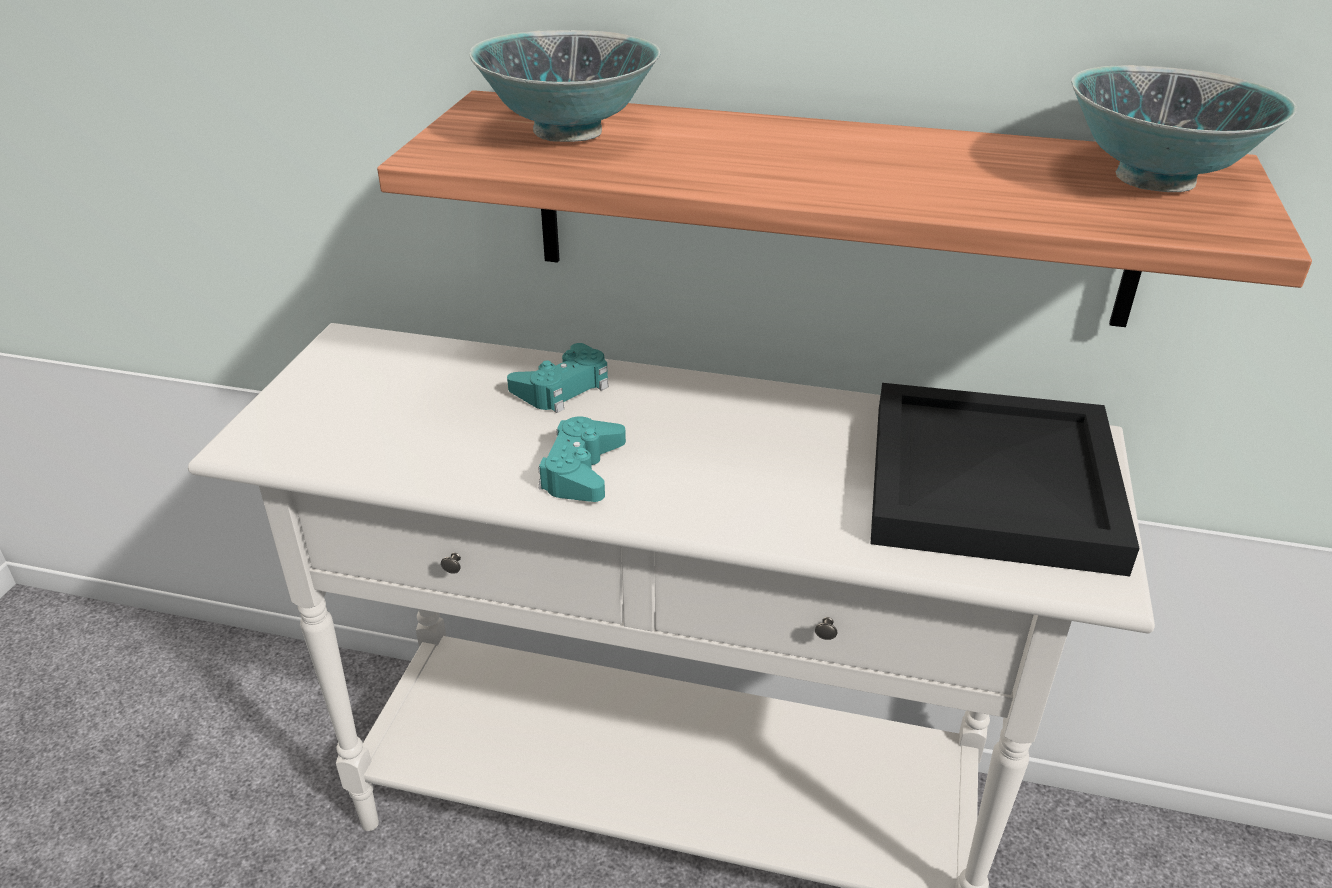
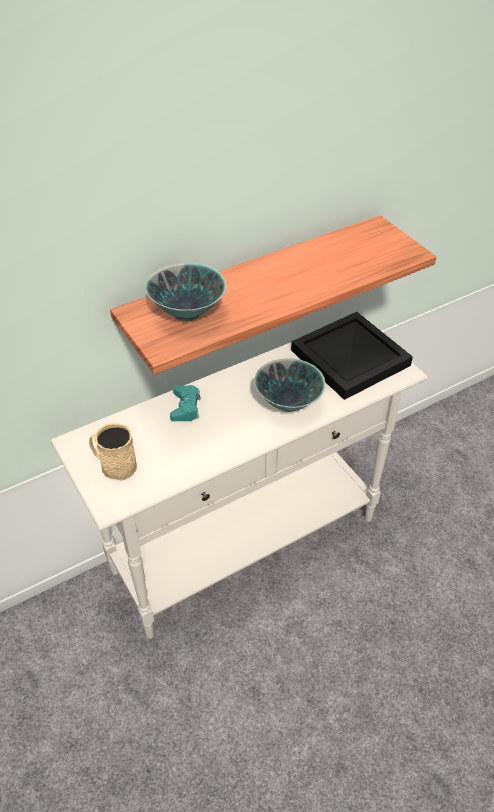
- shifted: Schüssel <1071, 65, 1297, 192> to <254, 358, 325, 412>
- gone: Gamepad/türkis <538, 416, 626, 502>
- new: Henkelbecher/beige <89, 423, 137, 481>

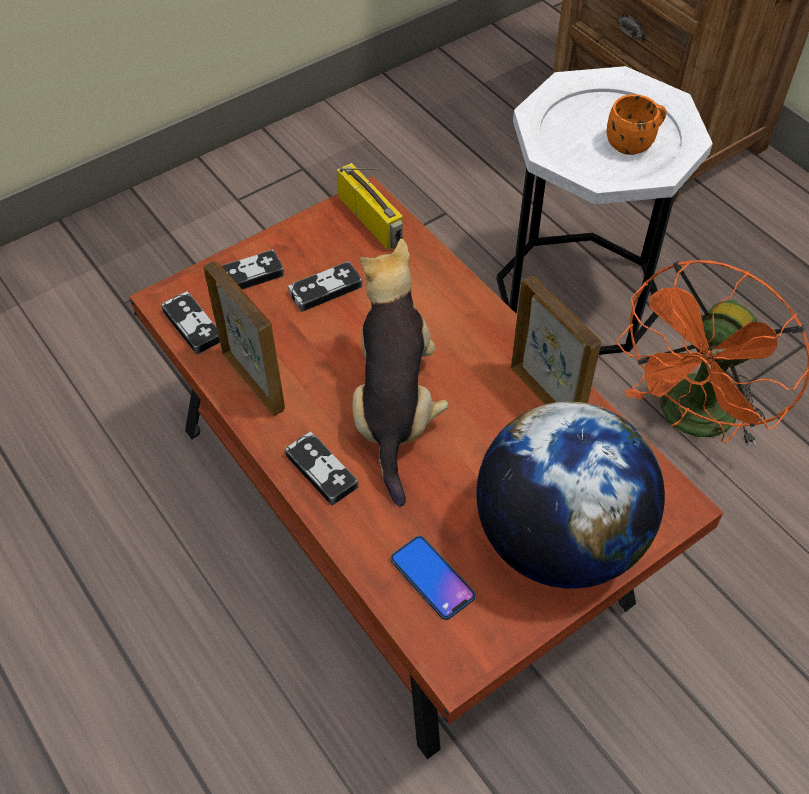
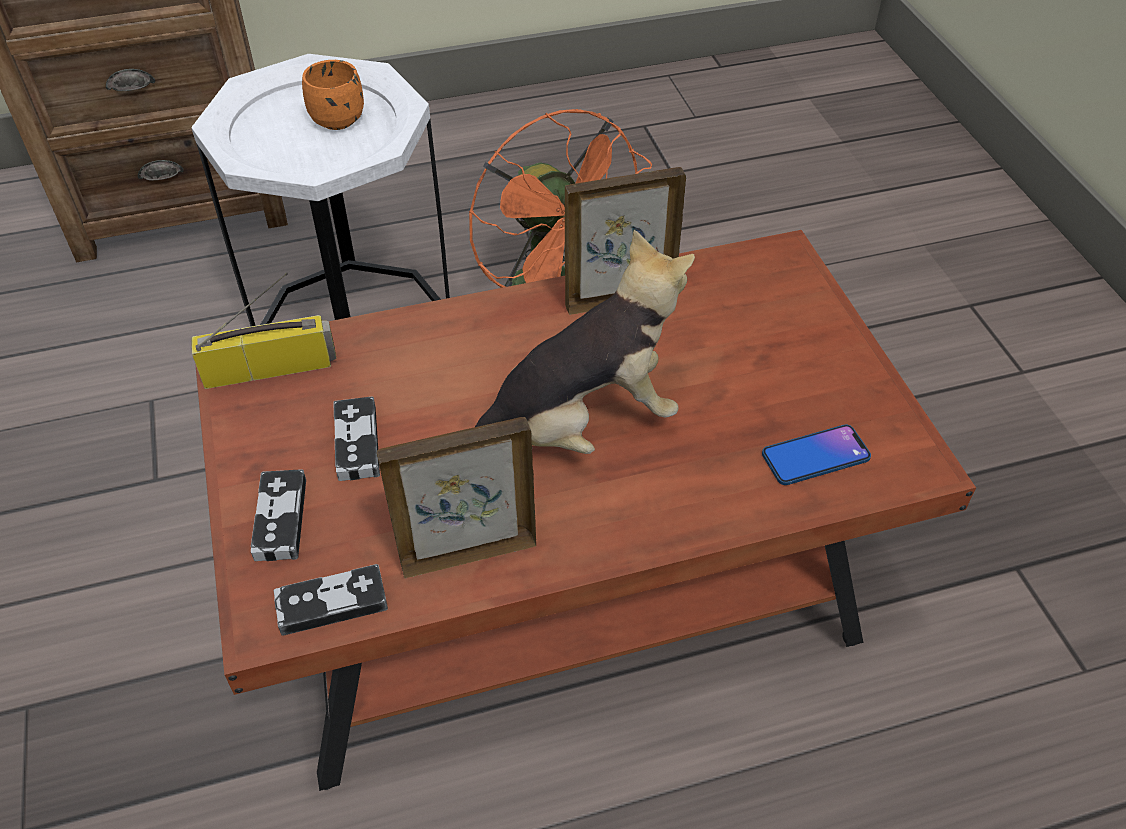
- rotated: Plüschtier <352, 239, 449, 506> = <475, 230, 695, 454> 135 degrees clockwise
- gone: Globus <476, 401, 665, 589>
- gone: Gamepad <284, 432, 358, 506>

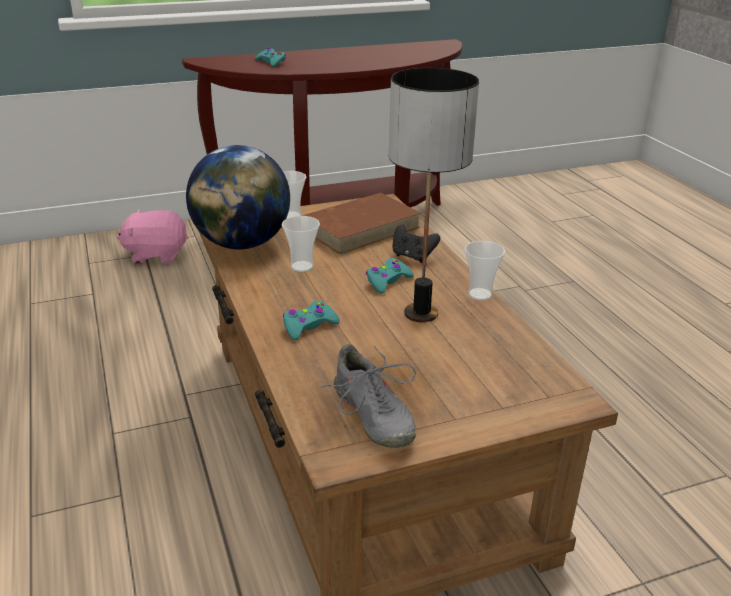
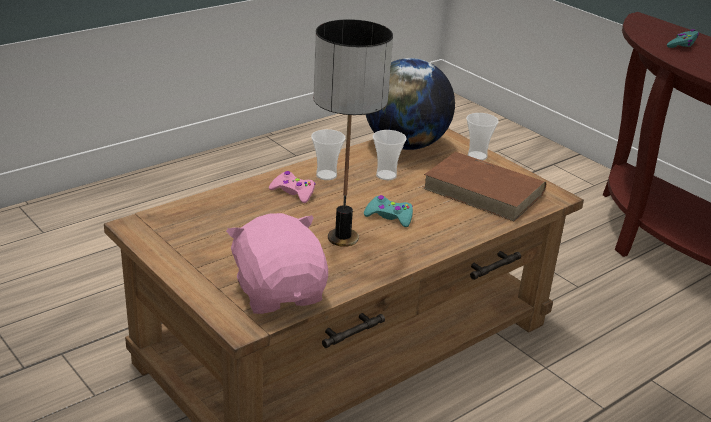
- shifted: Plüschtier/rosa <116, 209, 188, 264> to <226, 213, 328, 314>
- gone: Gamepad/schwarz <392, 224, 440, 263>
- shifted: Tasse <465, 241, 505, 301> to <311, 129, 345, 180>
- repainted: Gamepad/türkis <283, 301, 340, 340> to Gamepad/rosa <269, 171, 316, 203>
- gone: Schuh/grau <320, 344, 416, 448>

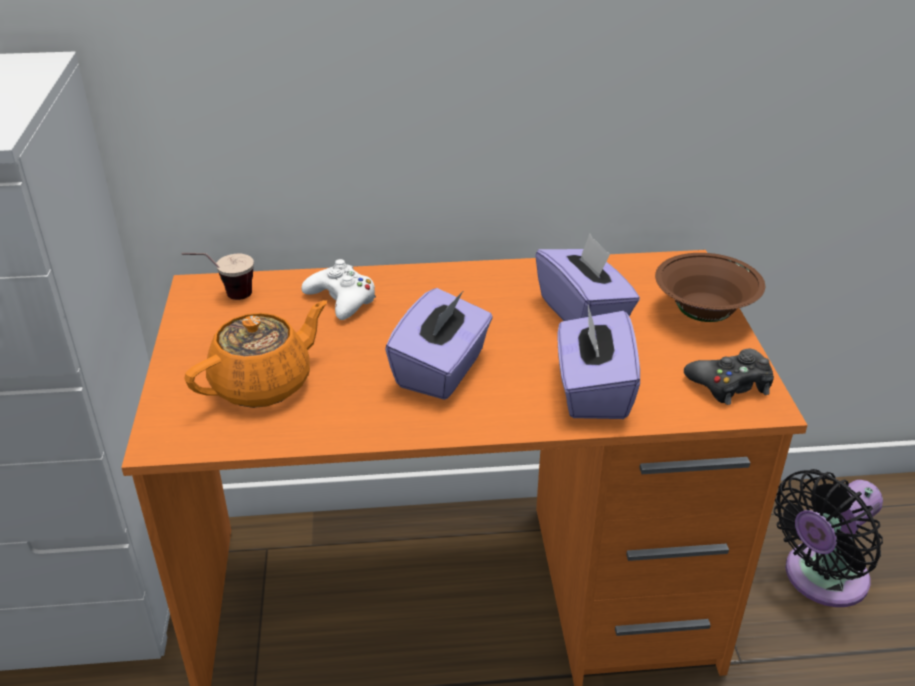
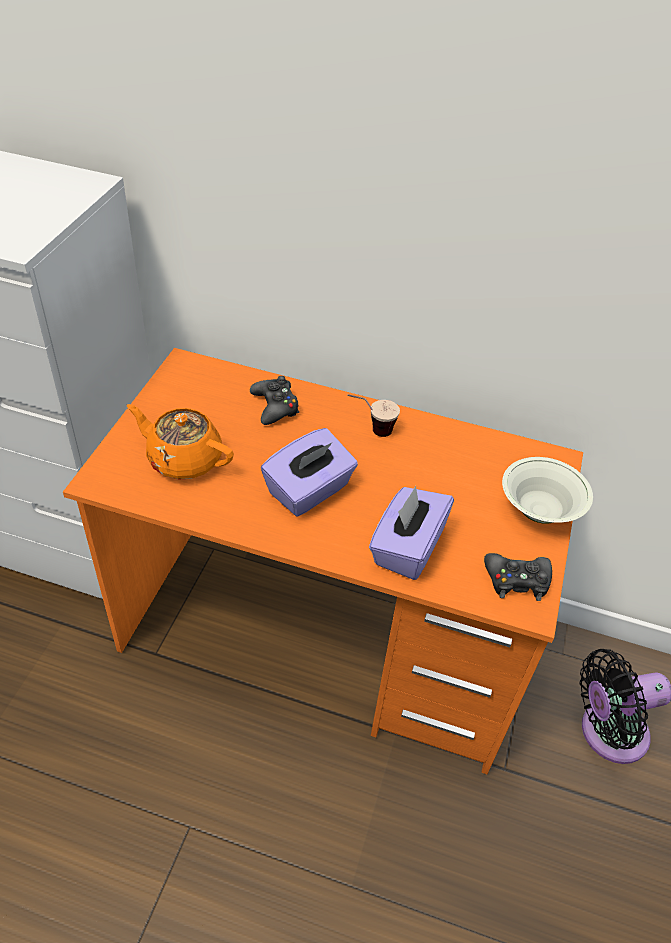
- gone: Taschentuchbox/lila <535, 233, 640, 321>
- shifted: Tasse <182, 253, 254, 300> to <347, 394, 400, 437>
- repainted: Schüssel/braun <655, 253, 765, 322> to Schüssel/weiß <502, 457, 593, 524>
- repainted: Gamepad/weiß <302, 259, 376, 320> to Gamepad/schwarz <250, 376, 299, 425>
- rotated: Teekanne/orange <184, 300, 327, 408> = <127, 404, 234, 479> 135 degrees counterclockwise

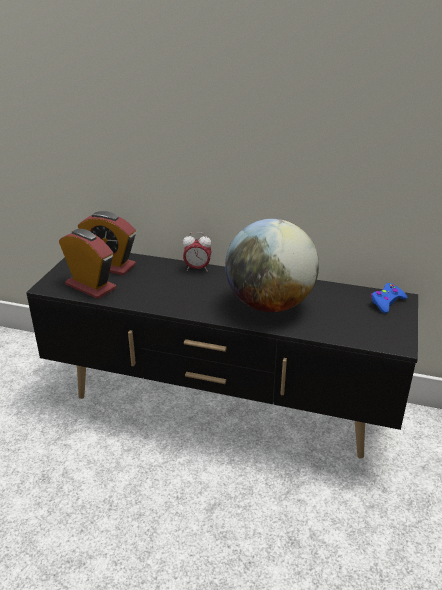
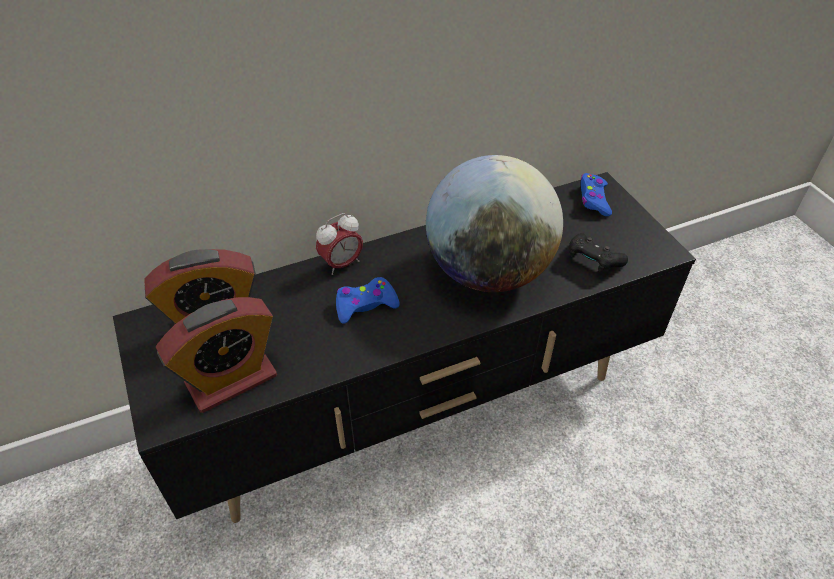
- rotated: Wecker <59, 229, 116, 299> = <156, 297, 277, 413> 150 degrees clockwise
- new: Gamepad/schwarz <569, 233, 628, 272>
- new: Gamepad/blau <336, 277, 400, 324>

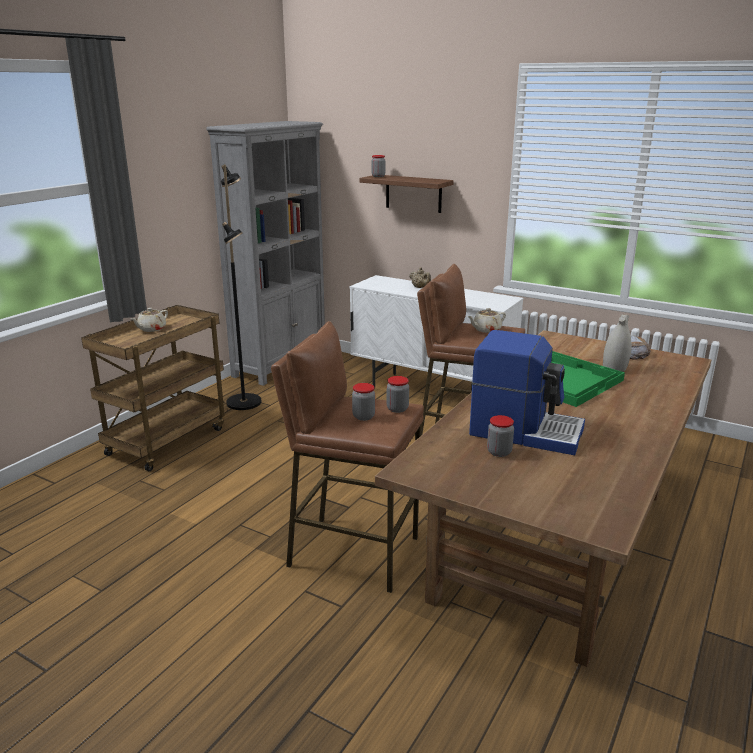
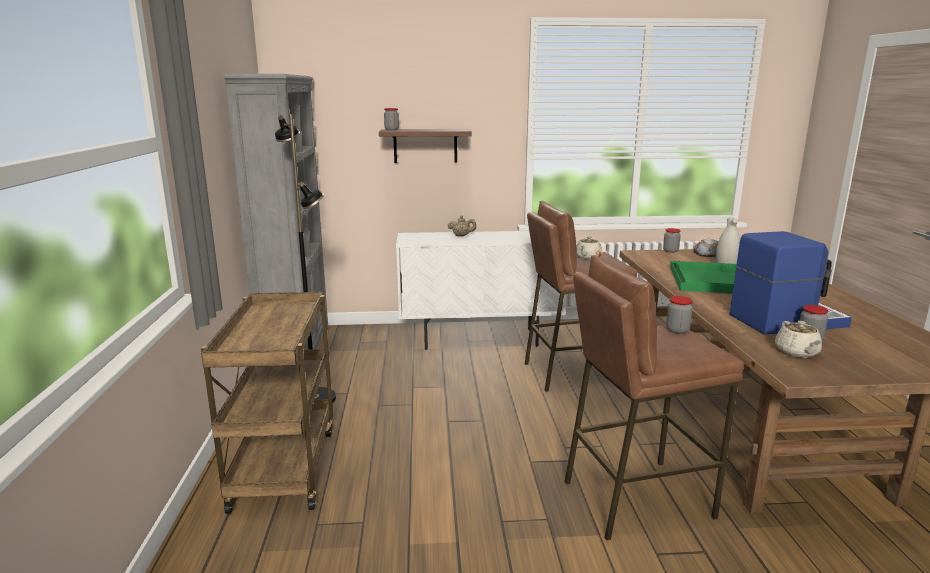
- shifted: Teekanne/beige <131, 308, 168, 332> to <775, 321, 822, 358>
- shifted: Vorratsglas <352, 383, 375, 421> to <663, 228, 681, 253>

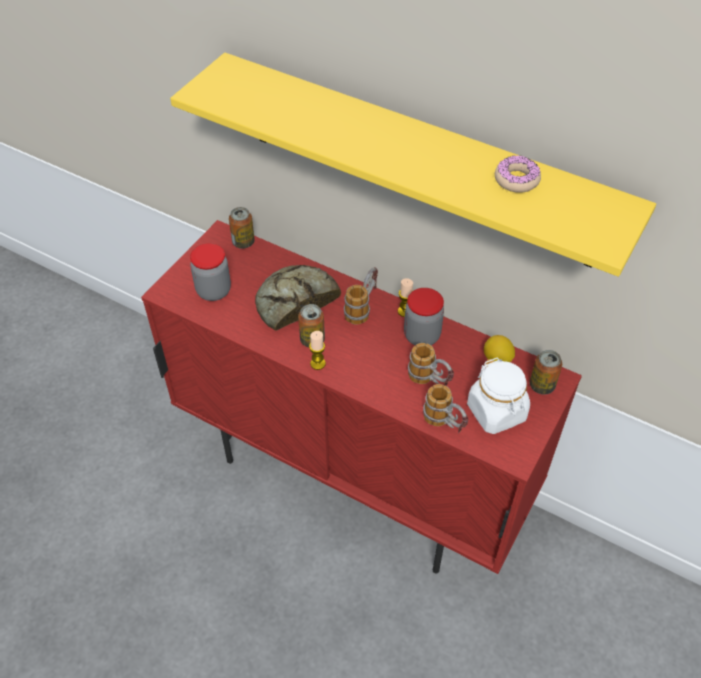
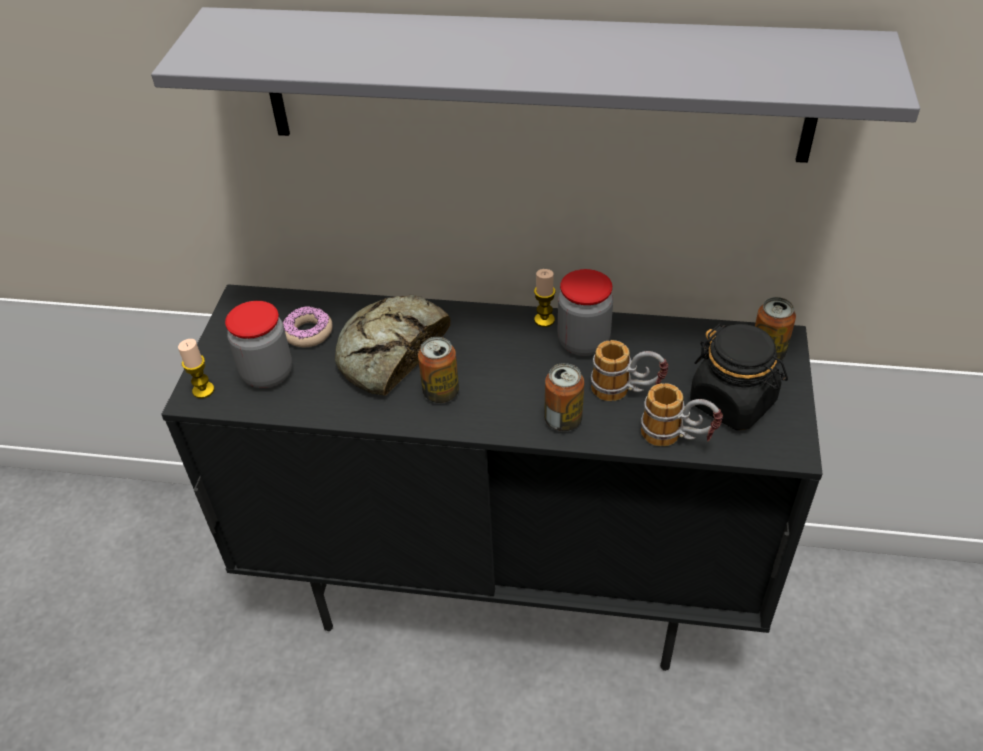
- repainted: Wandregal/gelb <170, 53, 656, 277> to Wandregal/grau <151, 7, 920, 163>
- shifted: Donut <495, 155, 541, 193> to <283, 306, 333, 347>
- shifted: Dose <229, 207, 255, 249> to <544, 363, 584, 431>
- repainted: Schrank/rot <141, 220, 582, 574> to Schrank/schwarz <161, 284, 822, 671>
- gone: Henkelbecher <344, 267, 378, 325>
- shifted: Kerze <309, 331, 326, 370> to <178, 339, 214, 399>
- gone: Zitrone <484, 335, 515, 362>
- repainted: Vorratsglas/weiß <467, 358, 530, 434> to Vorratsglas/schwarz <690, 324, 788, 430>

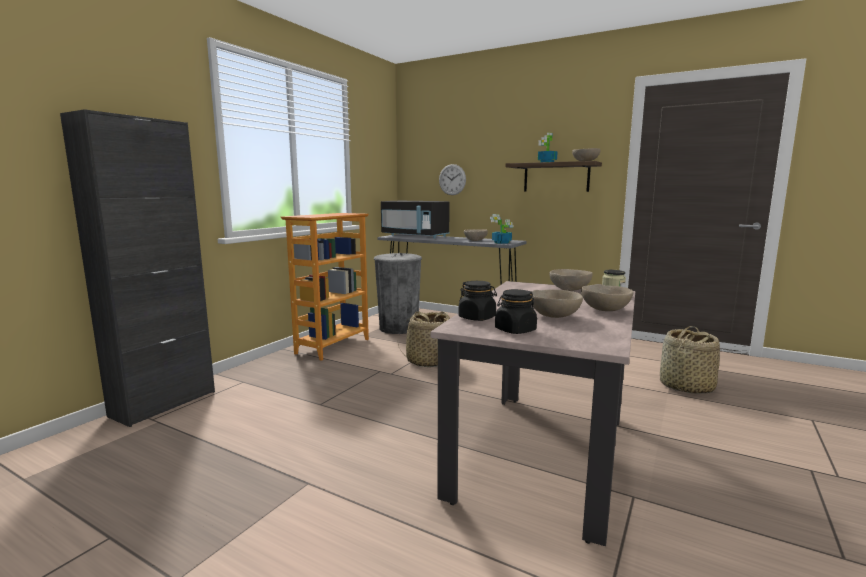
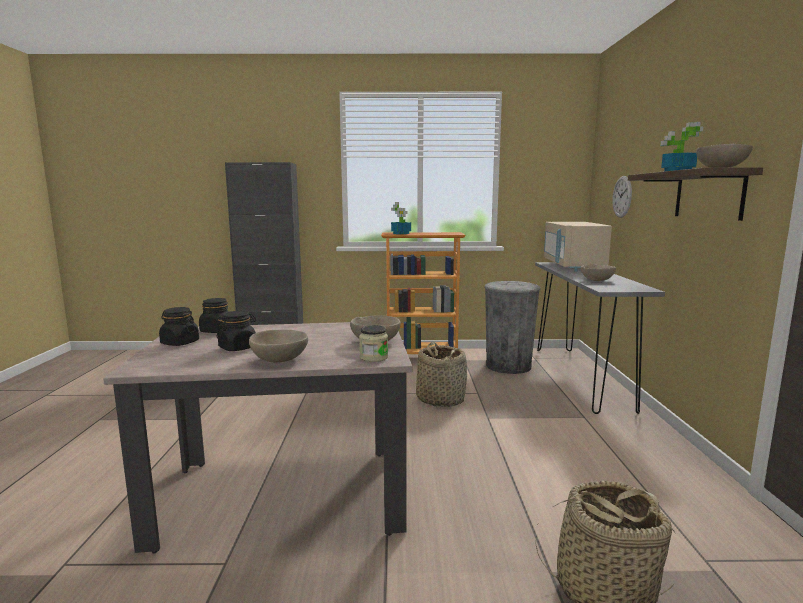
- repainted: Mikrowelle/schwarz <381, 201, 450, 238> to Mikrowelle/beige <544, 222, 612, 271>
- shifted: Topfpflanze <490, 214, 513, 244> to <391, 202, 411, 234>
- swapped: Schüssel/beige <531, 290, 583, 318> to Vorratsglas/schwarz <216, 311, 256, 351>

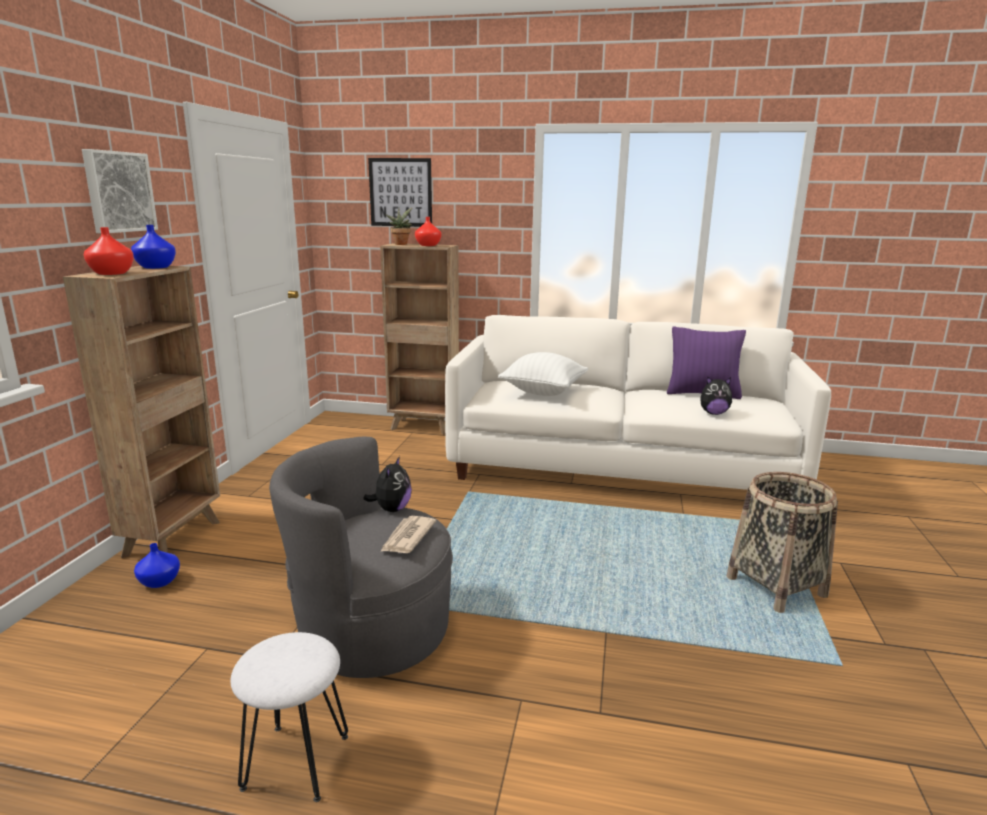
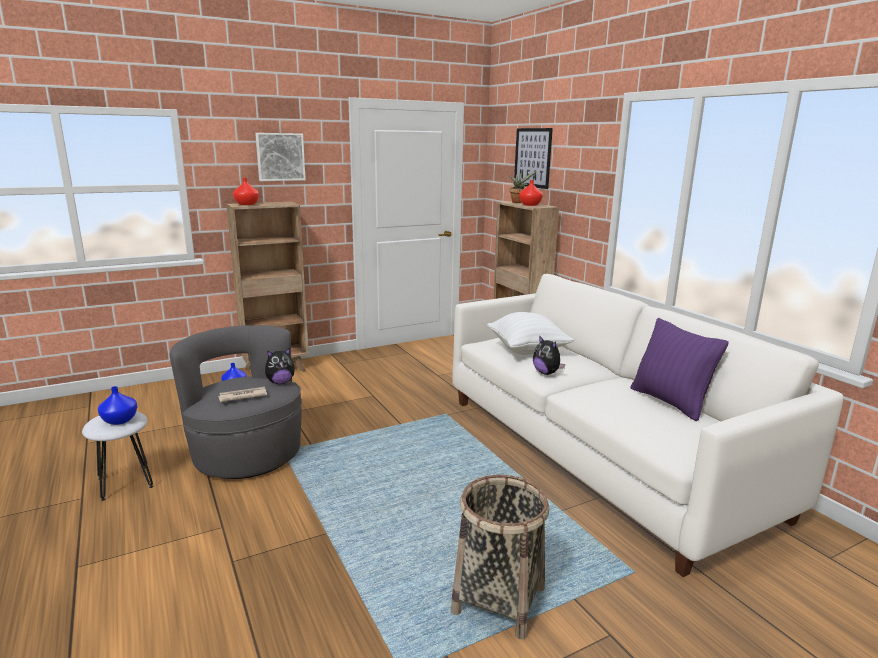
- shifted: Vase/blau <131, 225, 176, 269> to <98, 386, 137, 425>
- shifted: Plüschtier <700, 376, 732, 415> to <533, 335, 566, 375>

